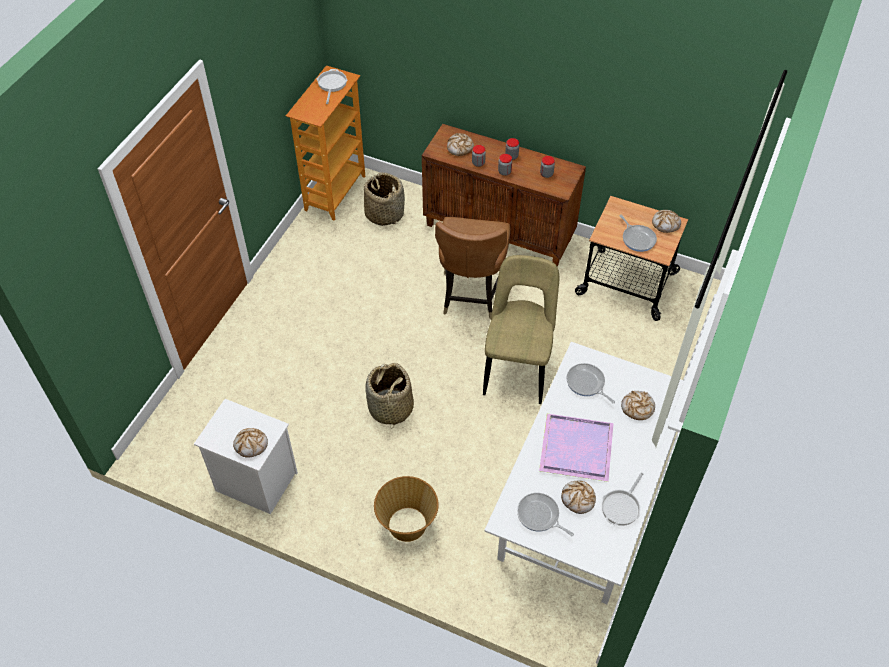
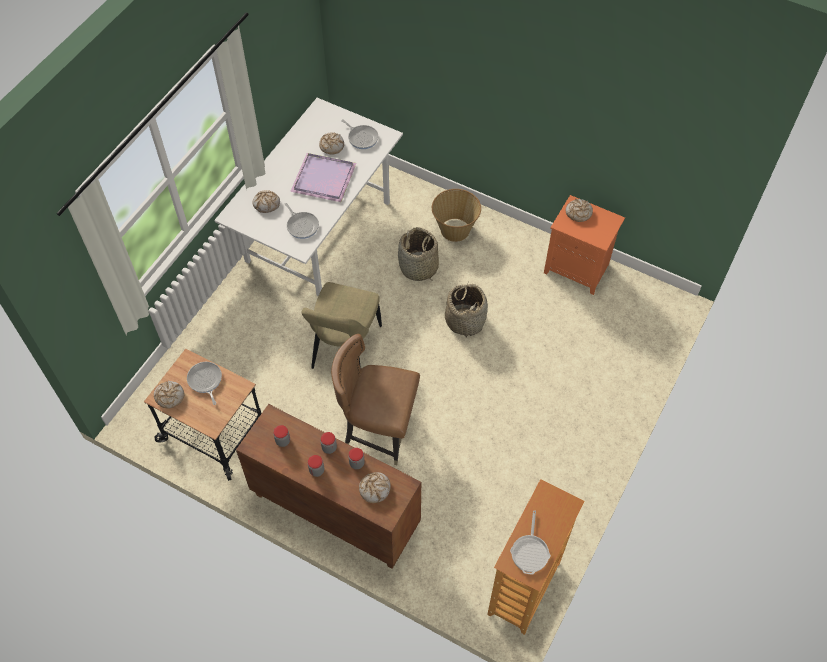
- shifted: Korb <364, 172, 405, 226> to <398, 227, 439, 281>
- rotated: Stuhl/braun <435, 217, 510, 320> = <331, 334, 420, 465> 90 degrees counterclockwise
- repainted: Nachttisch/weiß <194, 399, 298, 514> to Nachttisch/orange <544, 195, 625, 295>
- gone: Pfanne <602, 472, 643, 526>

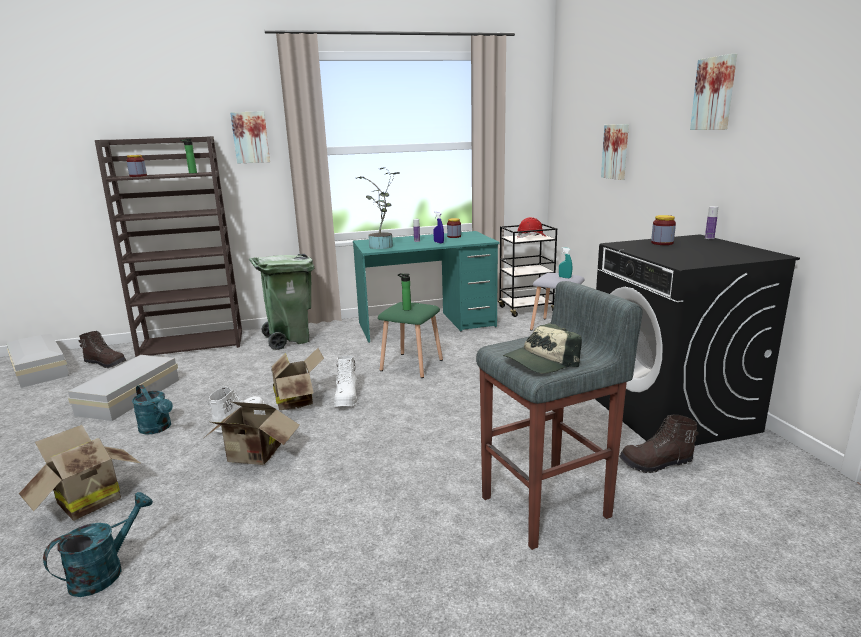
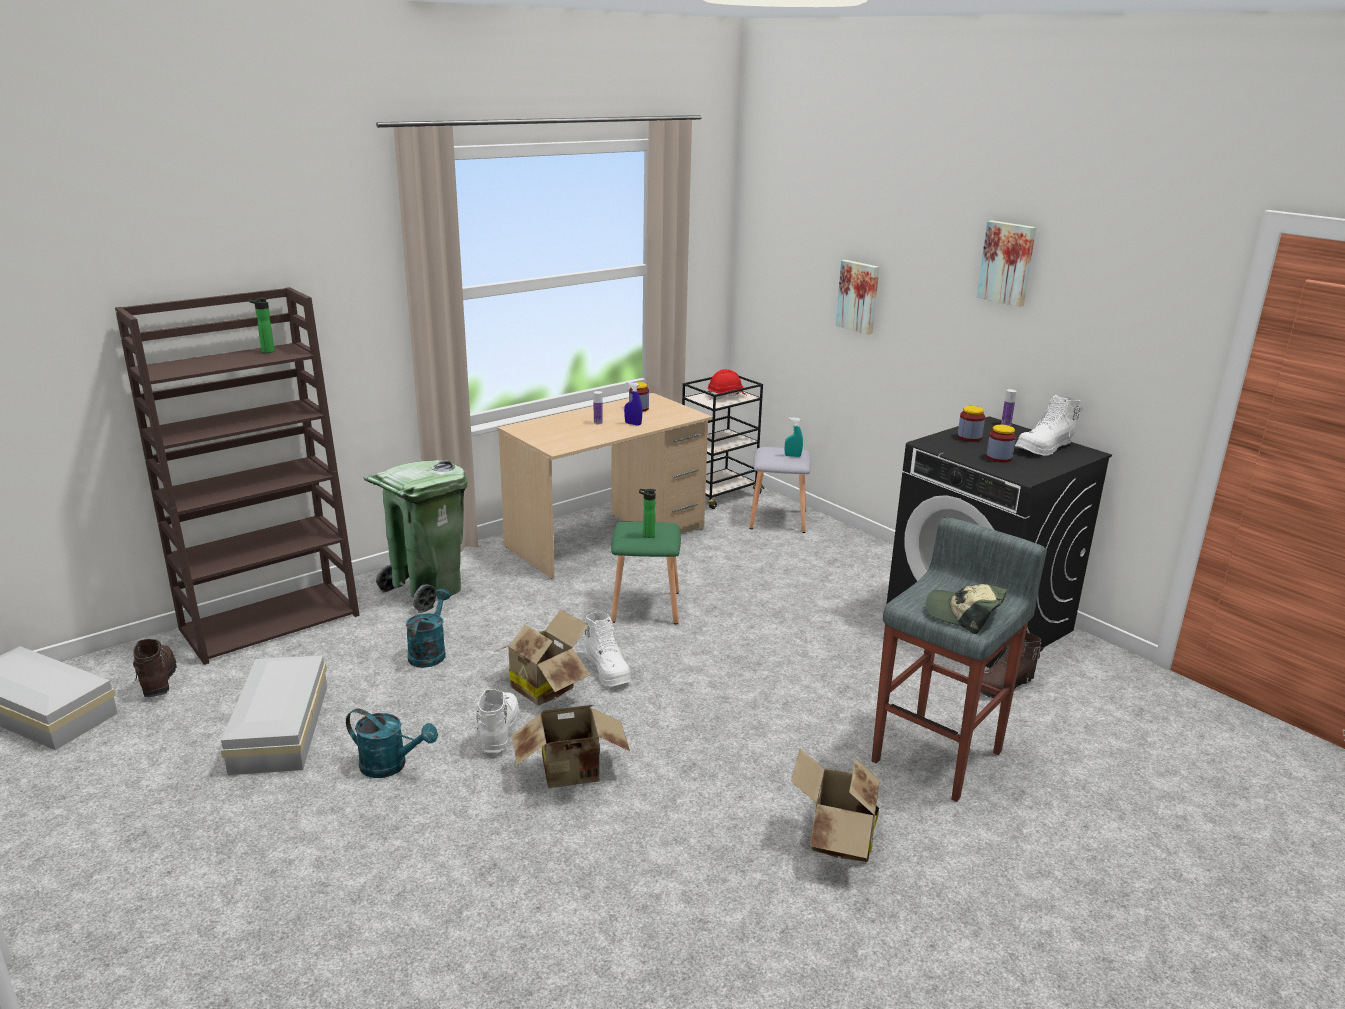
- gone: Bild <230, 111, 270, 164>
- shifted: Vorratsglas <126, 155, 147, 177> to <986, 425, 1016, 463>
- gone: Topfpflanze <356, 167, 399, 249>
- repainted: Schreibtisch/türkis <353, 231, 500, 343> to Schreibtisch/beige <497, 393, 712, 579>
- rotated: Kappe <503, 323, 582, 373> = <925, 584, 1007, 634> 90 degrees clockwise
- rotated: Stiefel/braun <79, 331, 126, 368> = <133, 639, 177, 697> 105 degrees counterclockwise
- shifted: Karton <19, 425, 140, 521> to <791, 748, 880, 862>
- shifted: Gießkanne/türkis <43, 492, 153, 597> to <406, 589, 451, 668>
- new: Stiefel/weiß <1015, 395, 1083, 456>

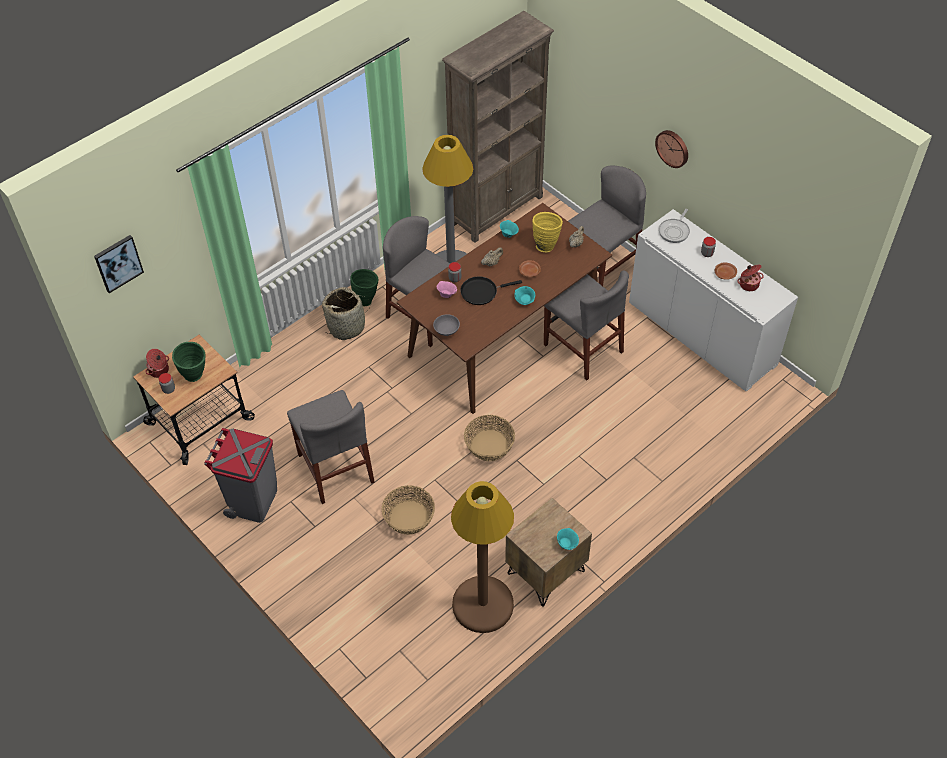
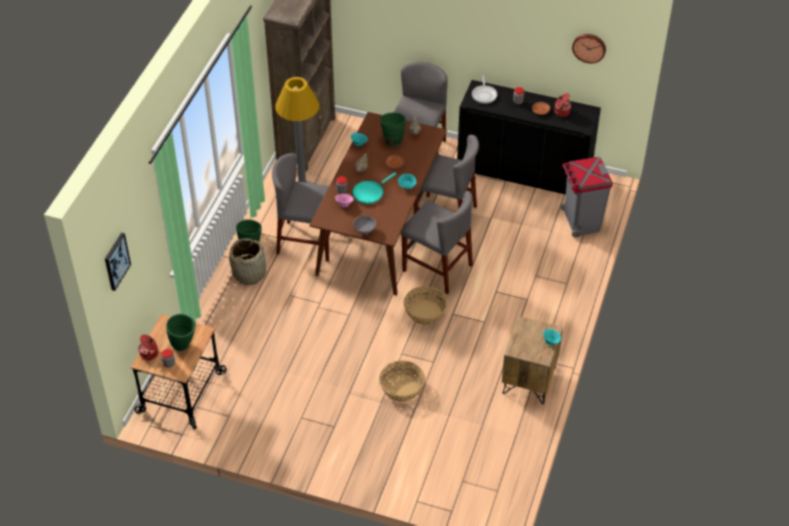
- shifted: Wanduhr <655, 130, 688, 168> to <572, 34, 606, 63>
- repainted: Schrank/weiß <629, 209, 798, 392> to Schrank/schwarz <457, 80, 601, 195>
- repainted: Vase/gelb <532, 212, 563, 252> to Vase/grün <380, 112, 406, 147>
- repainted: Pfanne/schwarz <461, 276, 522, 305> to Pfanne/türkis <352, 172, 396, 204>
- shifted: Stuhl/grau <287, 390, 375, 504> to <401, 192, 473, 294>
- shifted: Mülleimer/grau <204, 428, 277, 523> to <561, 157, 613, 238>
- gone: Stehlampe/braun <451, 481, 514, 633>

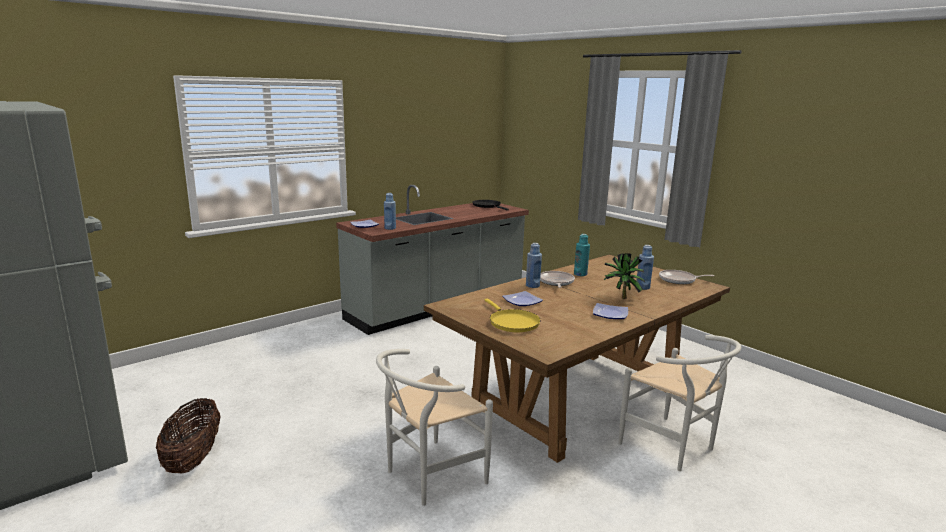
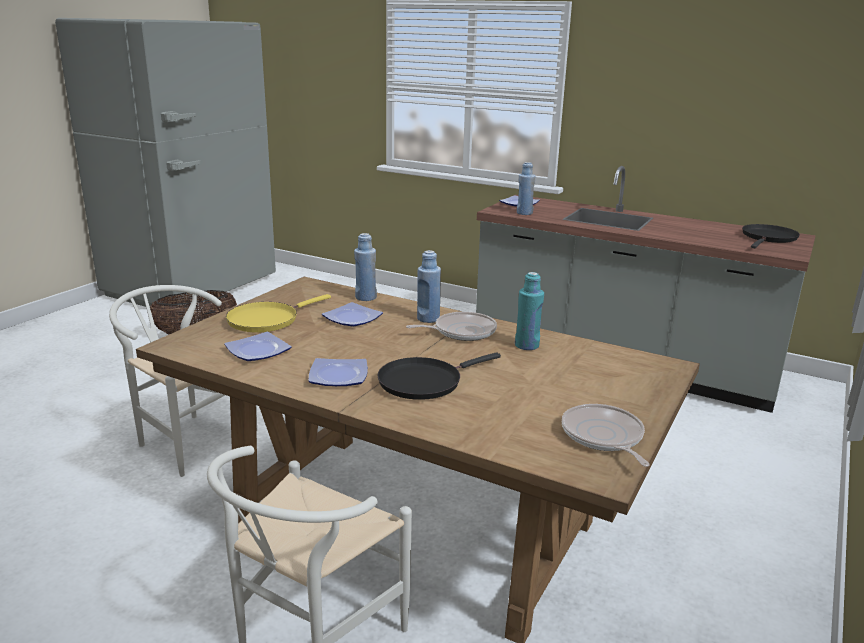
- shifted: Flasche/blau <636, 245, 654, 290> to <354, 233, 377, 301>
- swapped: Topfpflanze <604, 253, 645, 299> to Pfanne/schwarz <377, 352, 501, 400>
- new: Teller <224, 332, 292, 361>

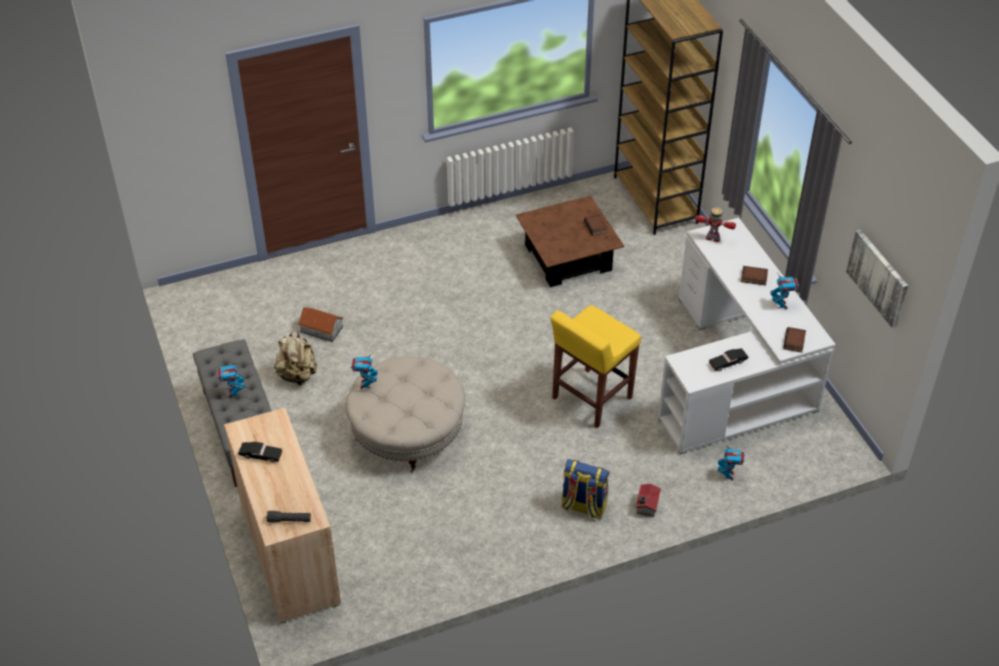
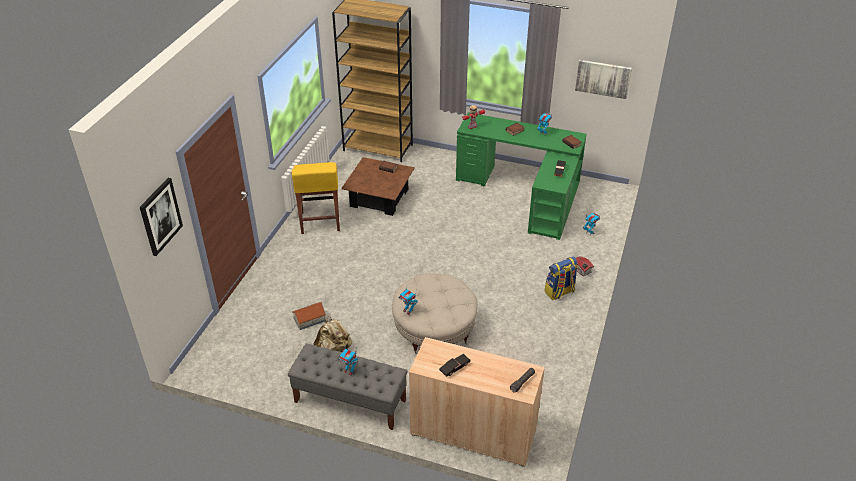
- repainted: Schreibtisch/weiß <658, 218, 836, 455> to Schreibtisch/grün <456, 113, 587, 240>
- shifted: Hocker/gelb <551, 305, 641, 428> to <292, 162, 340, 234>
- new: Bild <140, 178, 183, 256>

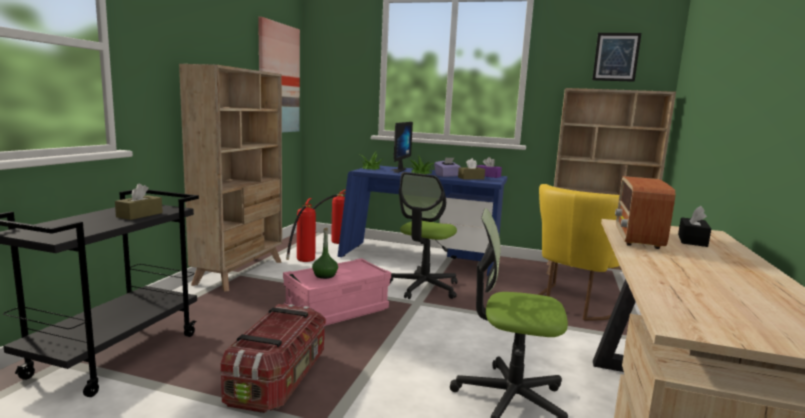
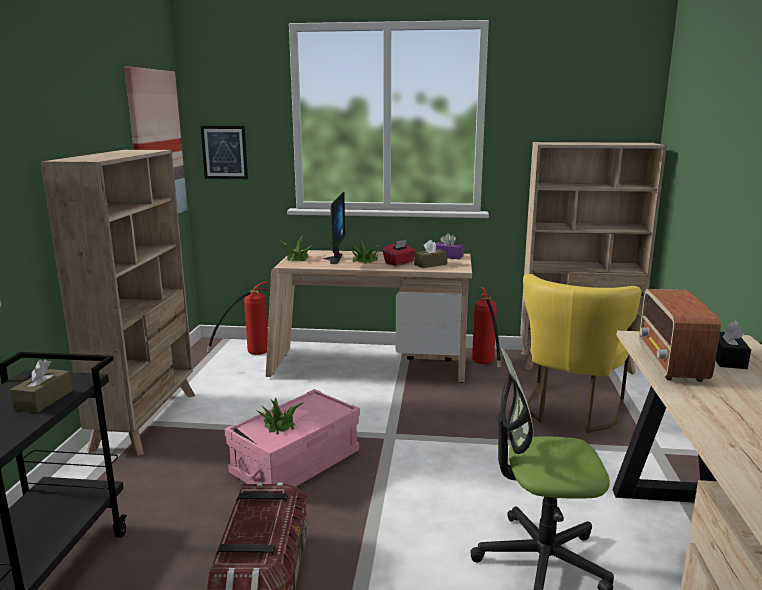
- shifted: Bild <592, 33, 641, 82> to <200, 126, 248, 179>
- repainted: Taschentuchbox/lila <434, 157, 461, 177> to Taschentuchbox/rot <382, 240, 416, 266>
- repainted: Schreibtisch/blau <337, 166, 508, 276> to Schreibtisch/beige <266, 250, 472, 383>
- gone: Bürostuhl <390, 172, 457, 299>
- shifted: Feuerlöscher <286, 198, 316, 262> to <472, 287, 501, 368>
- swapped: Flasche/grün <312, 228, 338, 279> to Topfpflanze <258, 397, 305, 434>

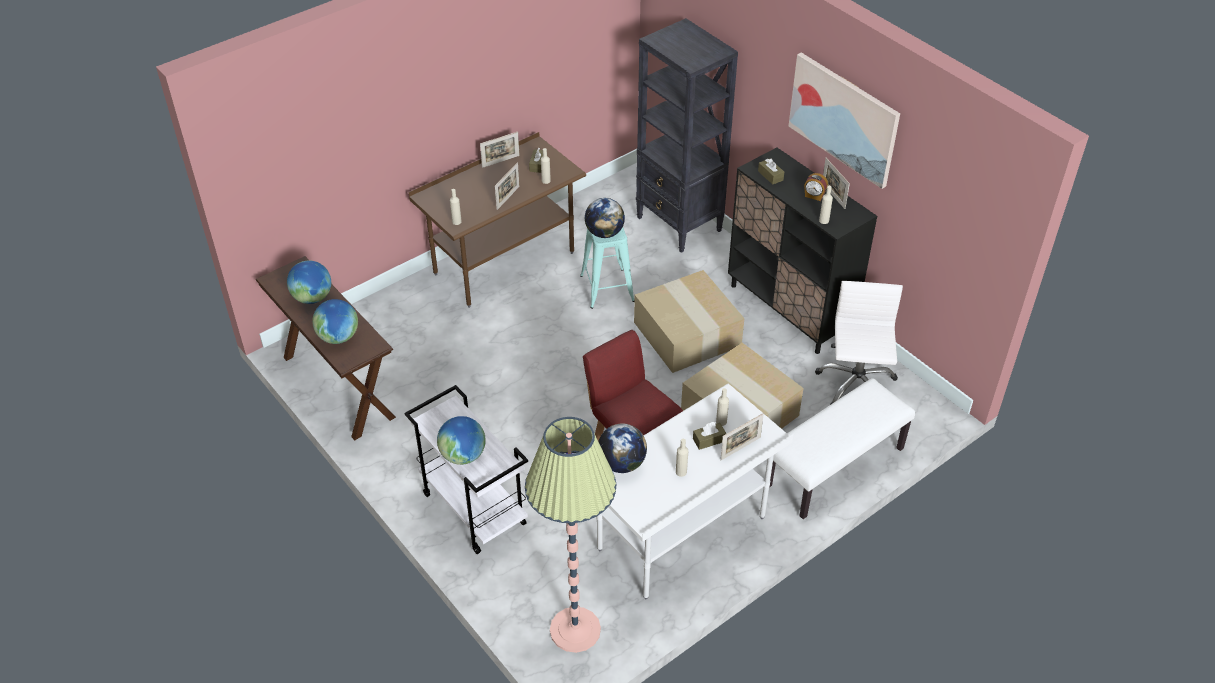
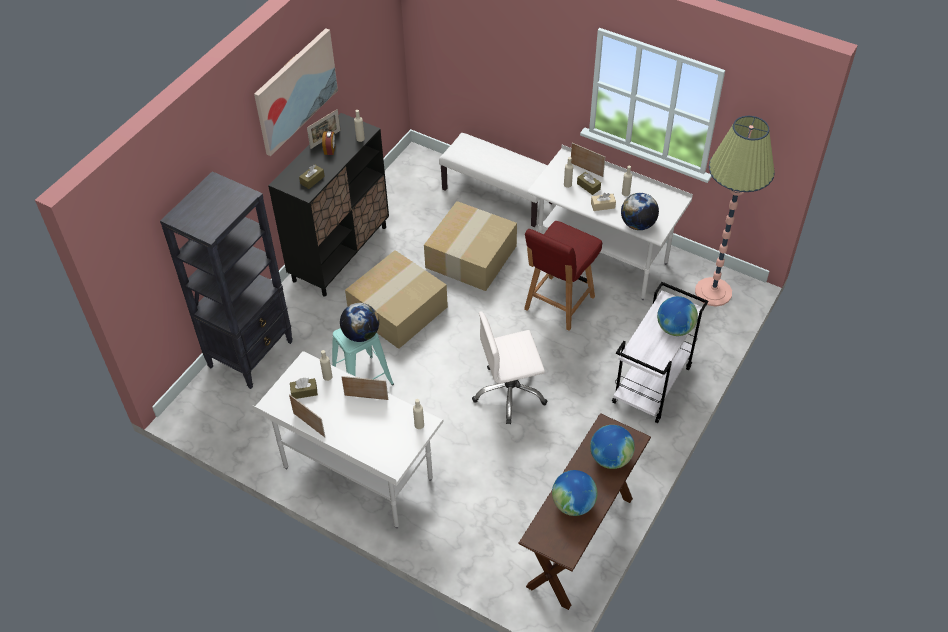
- repainted: Schreibtisch/braun <408, 132, 586, 308> to Schreibtisch/weiß <252, 351, 444, 528>
- shifted: Bürostuhl/weiß <815, 281, 903, 405> to <472, 311, 548, 424>
- new: Taschentuchbox/beige <591, 193, 616, 211>

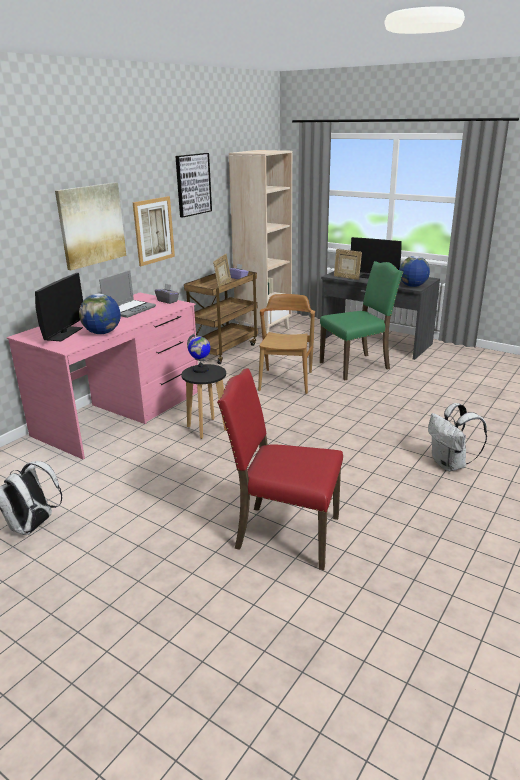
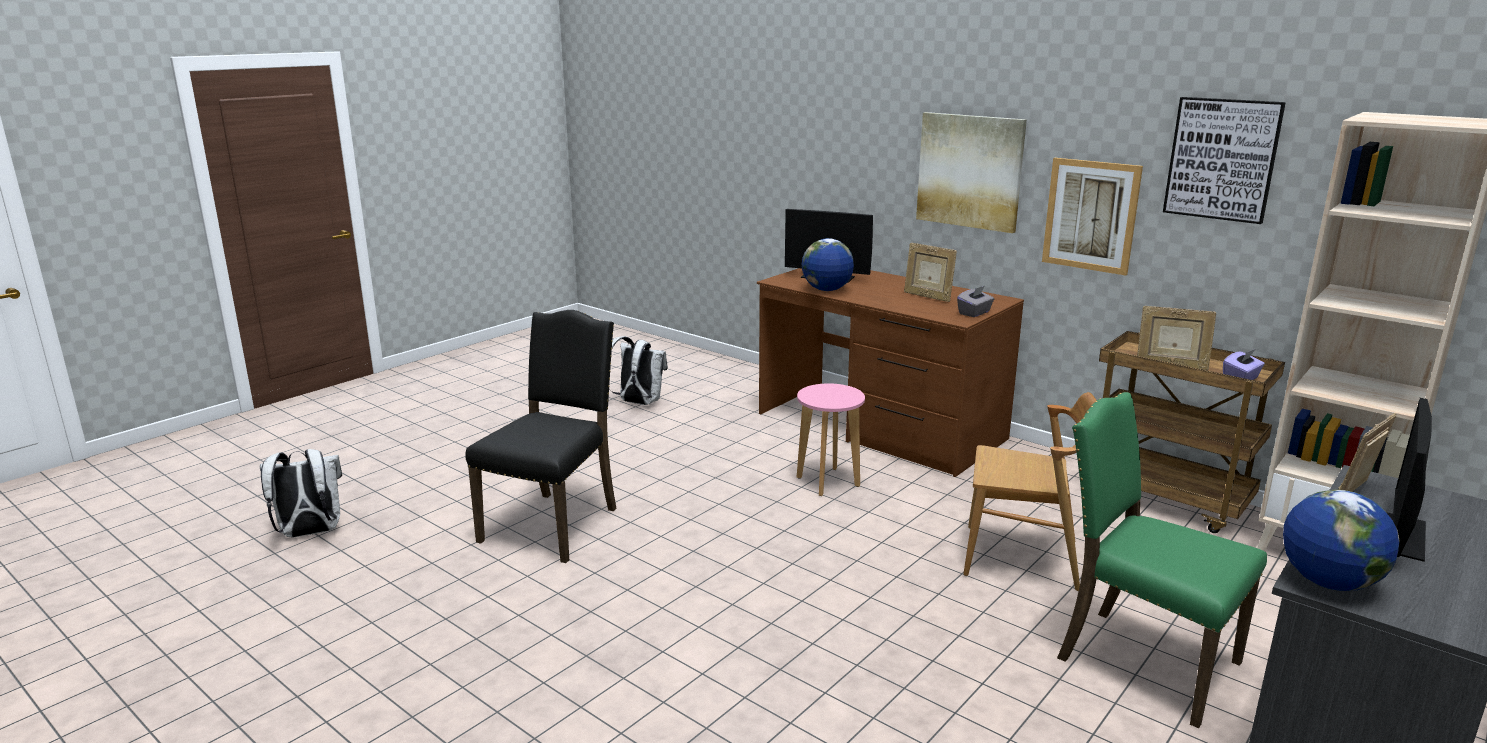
- rotated: Stuhl/grün <320, 261, 403, 380> = <1057, 392, 1267, 728> 150 degrees clockwise
- swapped: Laptop <99, 270, 156, 318> to Bilderrahmen <904, 243, 957, 302>
- repainted: Schreibtisch/rosa <7, 293, 198, 460> to Schreibtisch/braun <757, 268, 1024, 477>
- gone: Globus <187, 334, 211, 373>
- repainted: Hocker/schwarz <181, 364, 227, 439> to Hocker/rosa <797, 383, 865, 496>
- repainted: Stuhl/rot <217, 369, 343, 570> to Stuhl/schwarz <465, 310, 617, 563>
- shifted: Rucksack/weiß <428, 403, 487, 472> to <260, 449, 342, 537>

